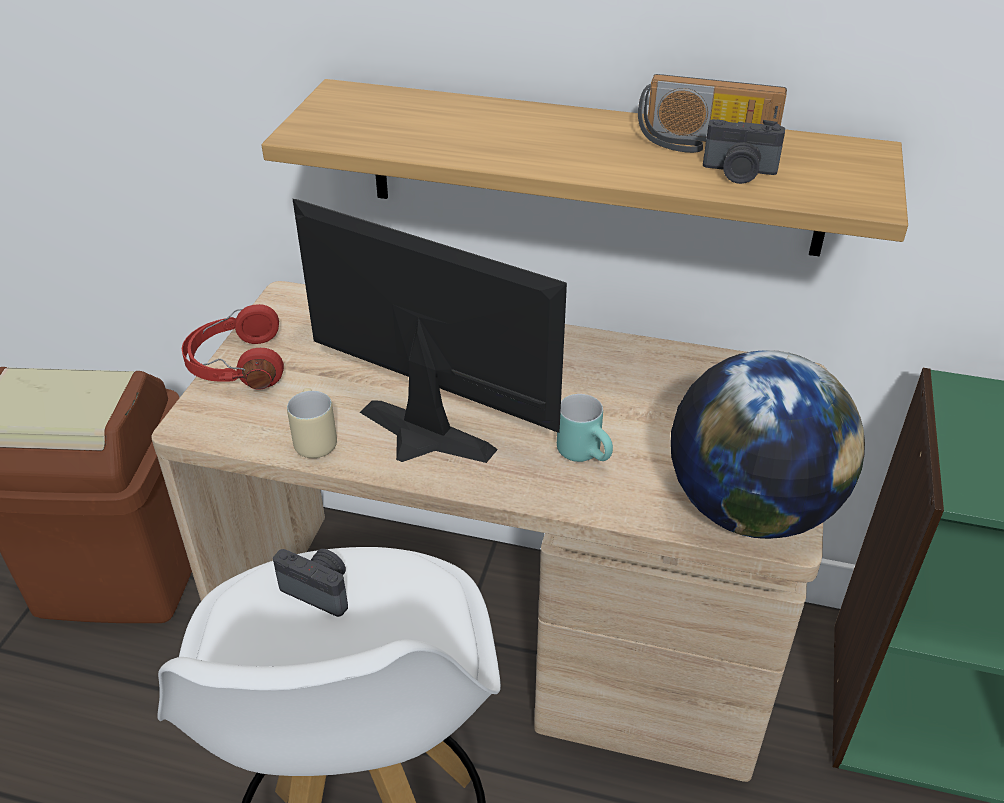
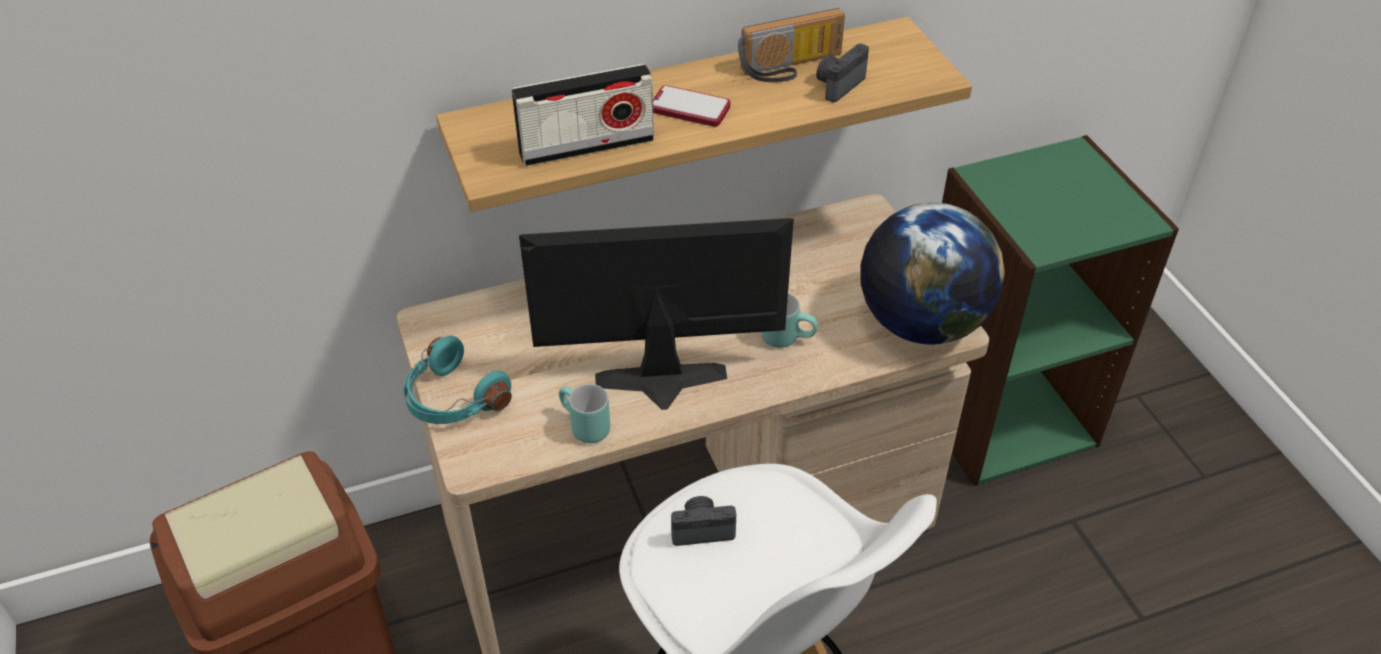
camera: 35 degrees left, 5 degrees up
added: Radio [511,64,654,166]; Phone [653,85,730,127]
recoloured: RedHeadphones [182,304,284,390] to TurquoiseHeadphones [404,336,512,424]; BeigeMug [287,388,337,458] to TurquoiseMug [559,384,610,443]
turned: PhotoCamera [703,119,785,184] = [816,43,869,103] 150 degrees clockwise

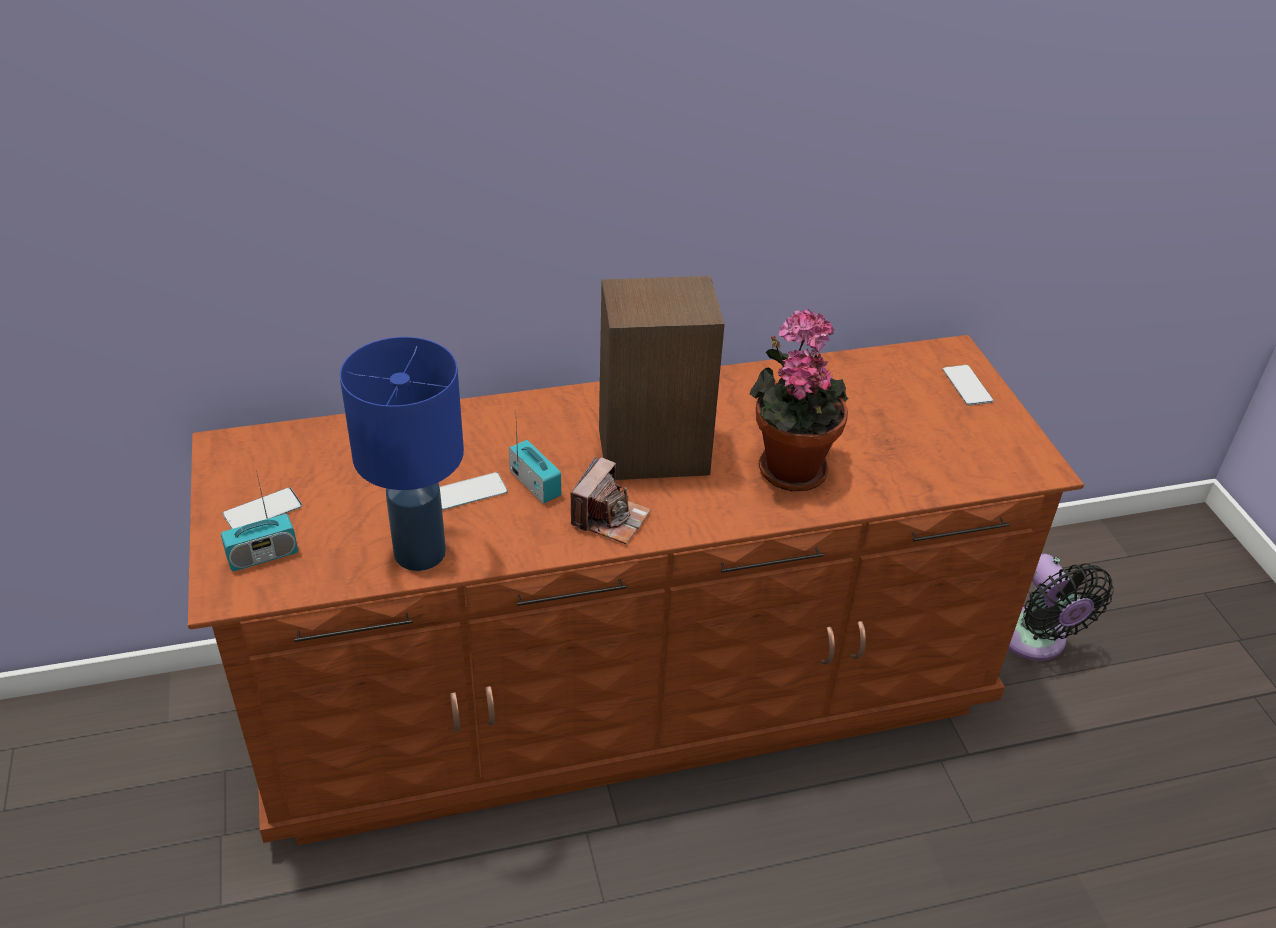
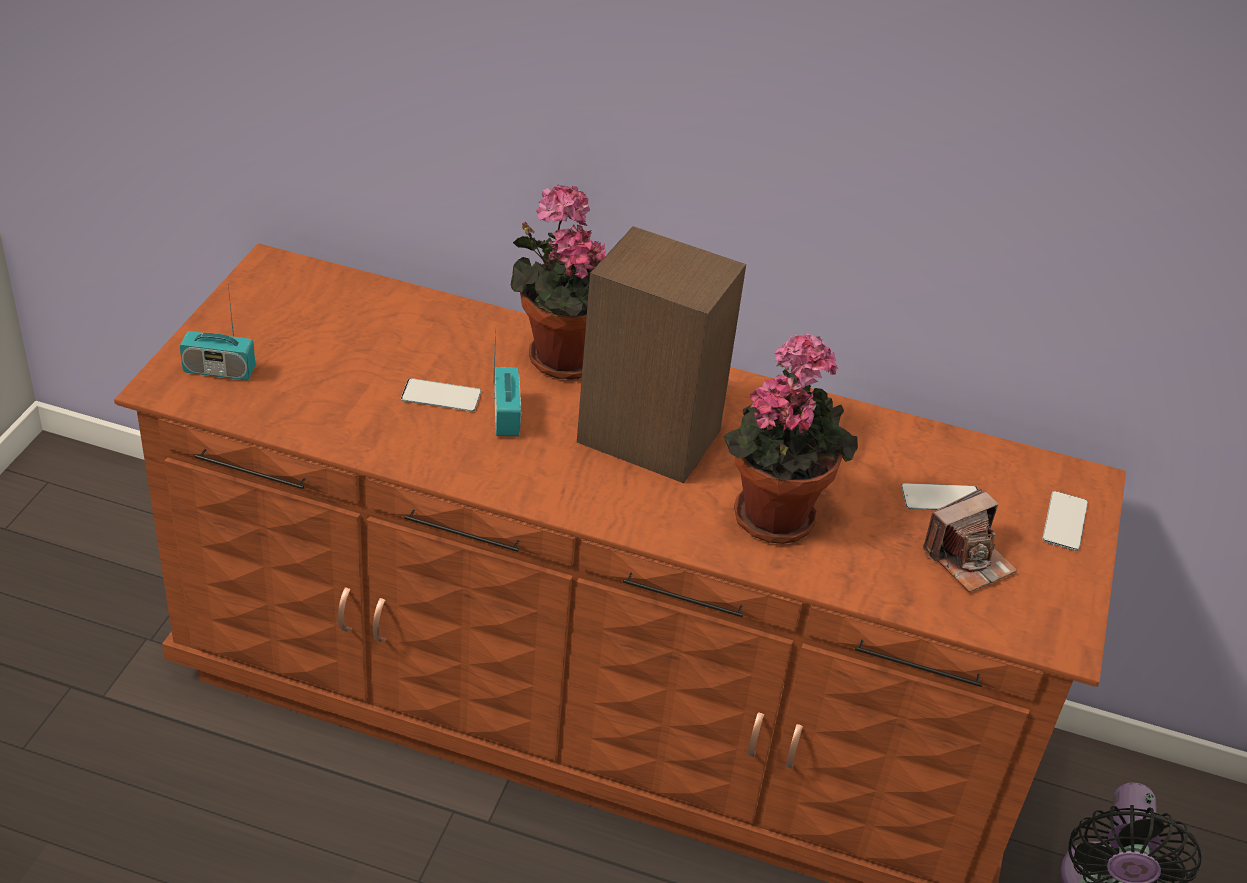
camera: 30 degrees right, 0 degrees up
removed: BlueTableLamp [340,337,464,571]
added: PottedPlant [510,184,606,380]
moved: PhotoCamera [571,456,651,544] to [923,488,1018,592]; Phone [222,488,302,529] to [901,483,978,510]

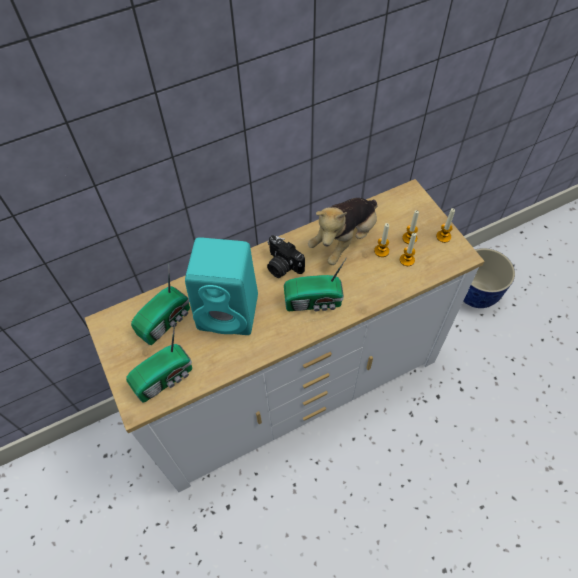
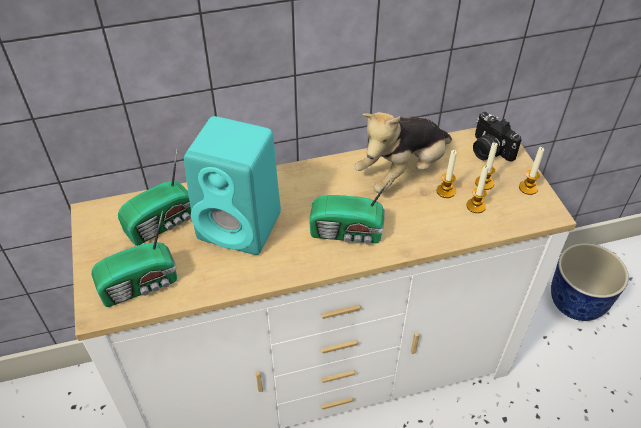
camera: 10 degrees right, 10 degrees down
moved: PhotoCamera [267,235,305,278] to [473,112,522,162]

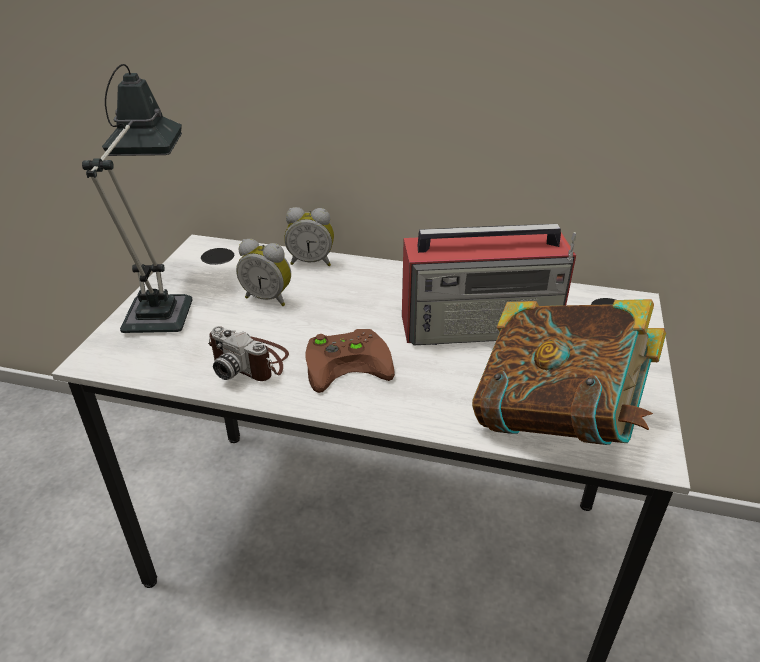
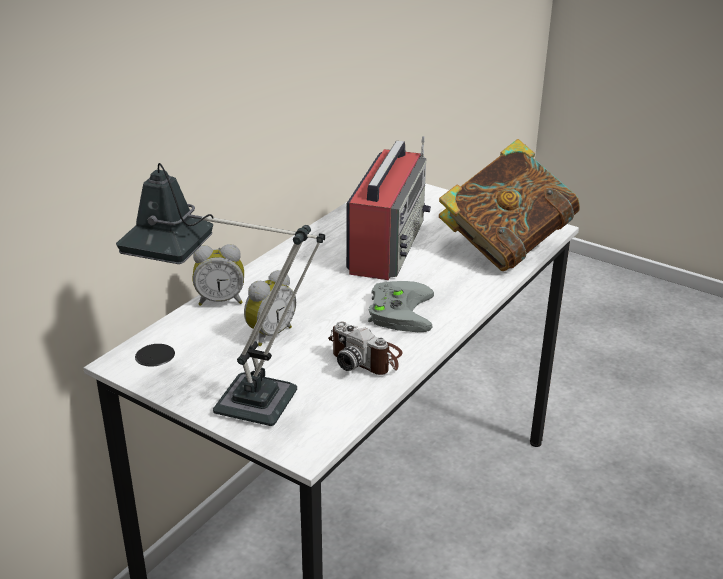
camera: 70 degrees left, 5 degrees down
recoloured: BrownGameController [305,329,395,393] to GreyGameController [368,281,434,332]
turned: AlarmClock [285,207,334,266] = [193,244,244,306] 60 degrees clockwise; PhotoCamera [208,326,289,381] = [328,322,403,375] 75 degrees clockwise

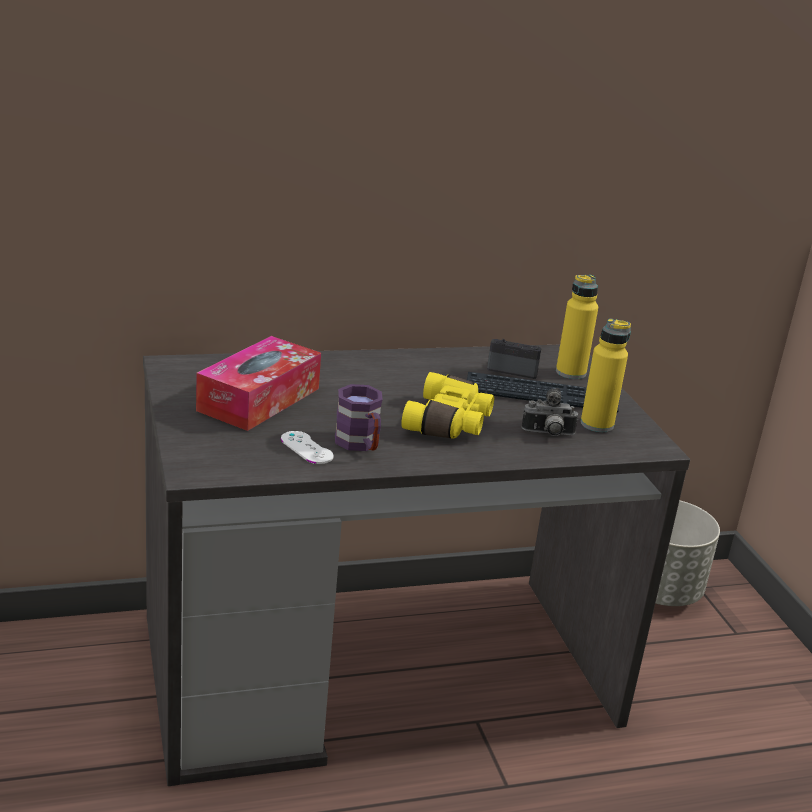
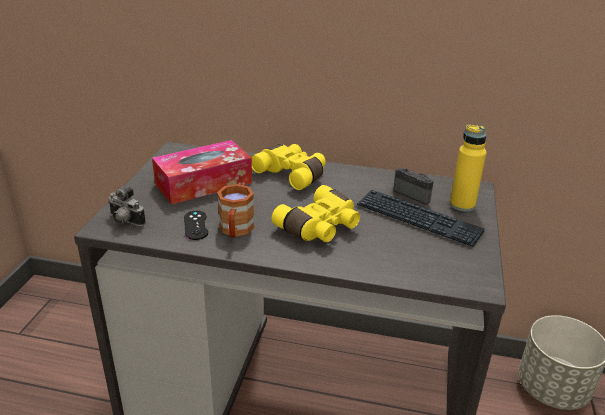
camera: 30 degrees right, 5 degrees up
removed: YellowBottle [581,319,631,432]
added: YellowBinoculars [252,144,326,190]
moved: PhotoCamera [521,388,579,436] to [108,186,146,226]
recoloured: PurpleMug [335,384,383,451] to BrownMug [217,184,254,238]; WhiteGameController [281,431,334,464] to BlackGameController [184,211,208,240]

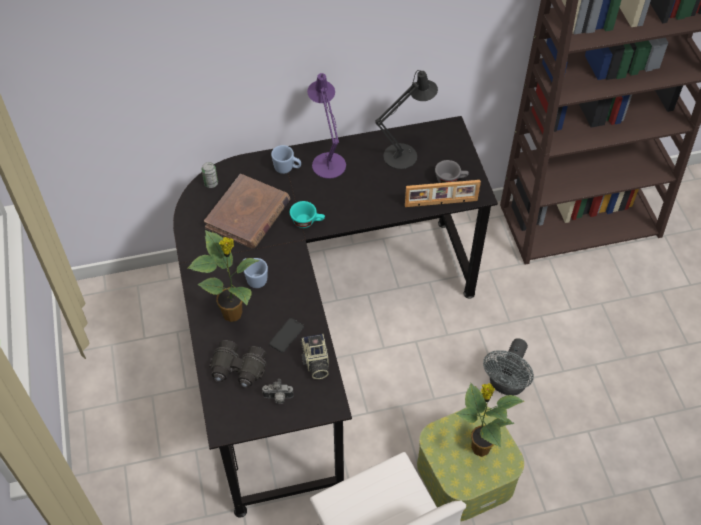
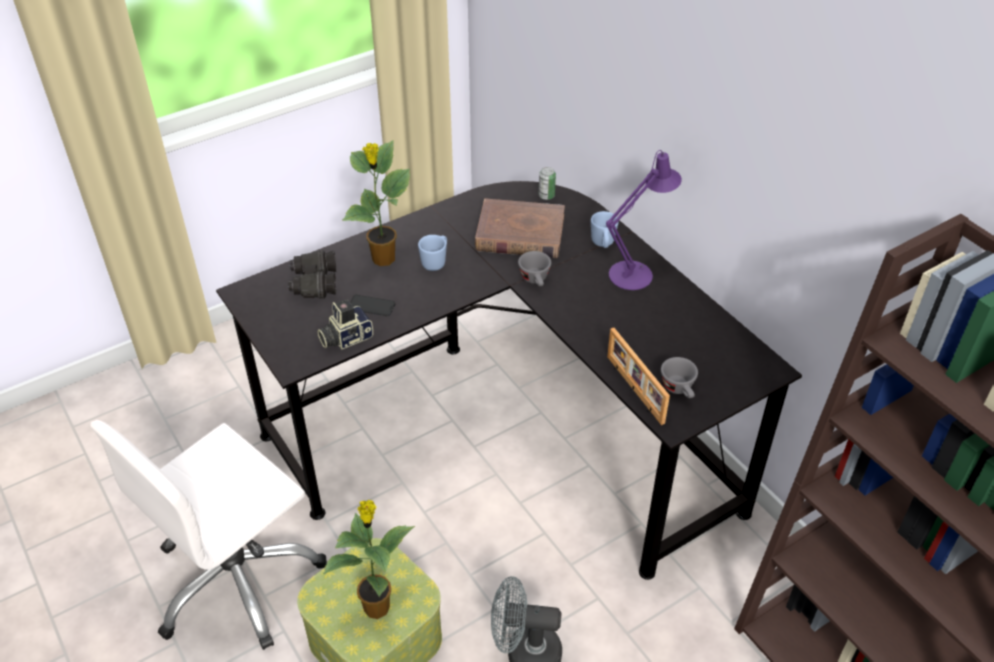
camera: 70 degrees right, 10 degrees down
removed: BlackTableLamp [375,70,438,169]; PhotoCamera [262,379,294,404]
recoloured: TurquoiseCup [290,201,325,228] to GreyCup [518,251,551,286]

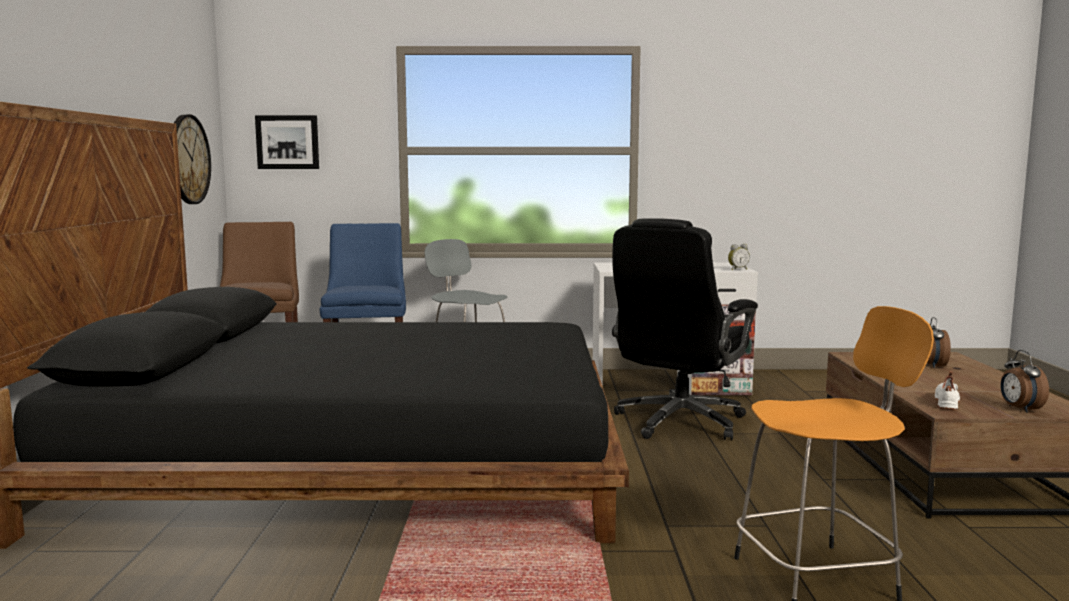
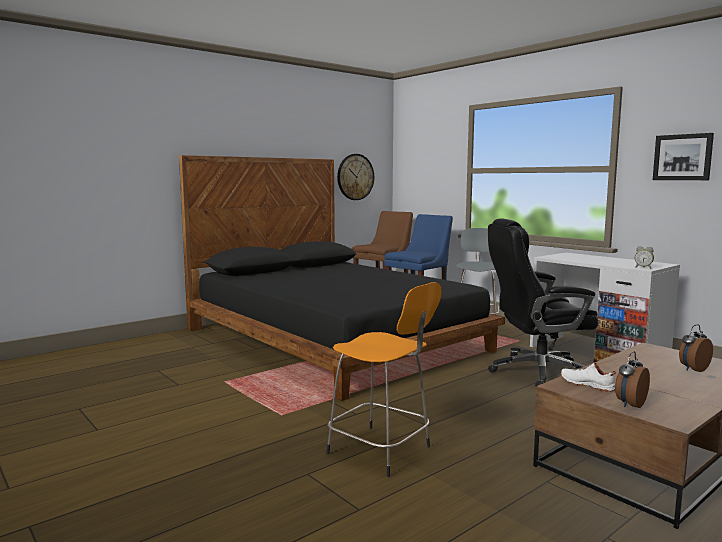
camera: 50 degrees right, 0 degrees up
moved: Picture [255,115,319,169] to [653,133,714,180]
turned: WhiteShoe [935,371,960,410] = [561,358,616,392] 120 degrees counterclockwise

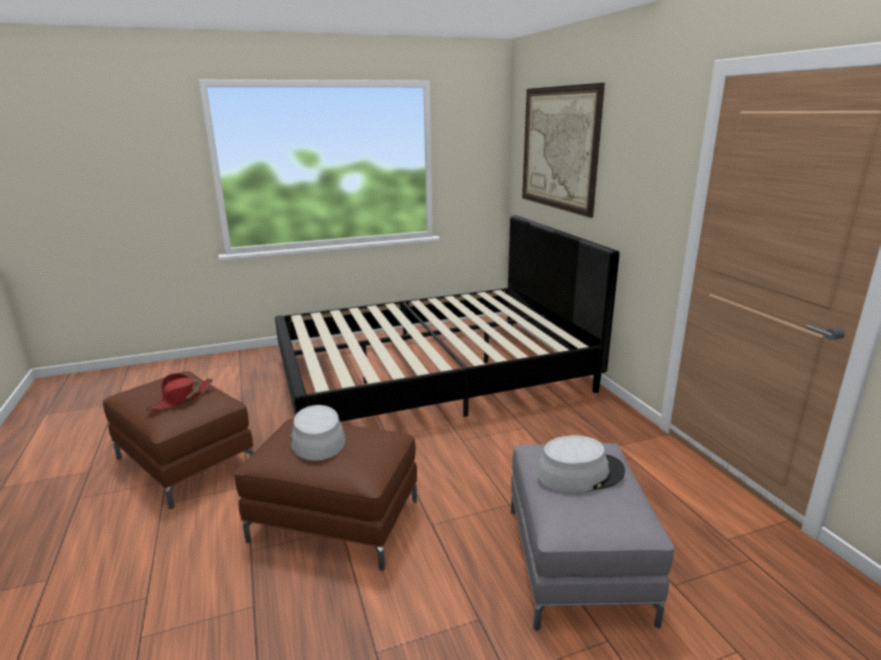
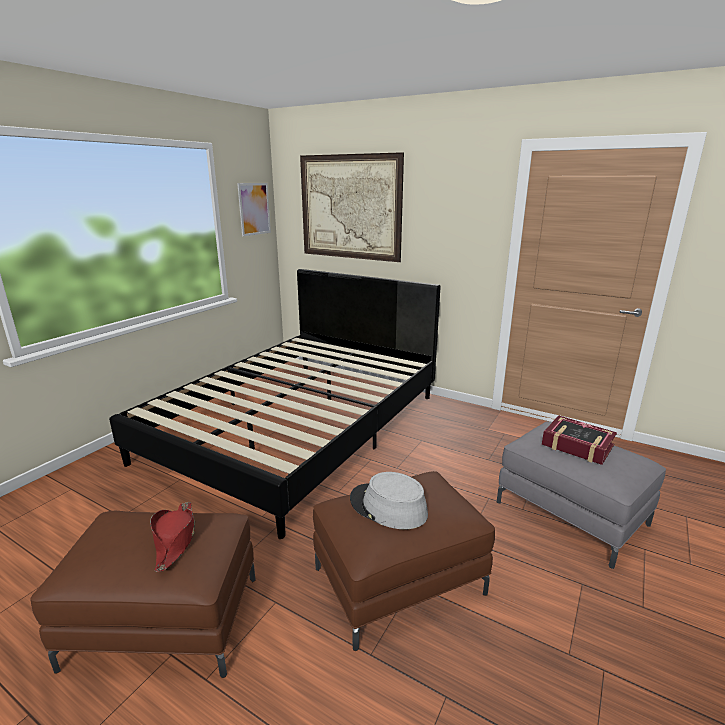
camera: 40 degrees left, 0 degrees up
added: Picture [237,183,271,236]
replaced: GreyHat [537,435,625,492] to Book [542,415,617,465]

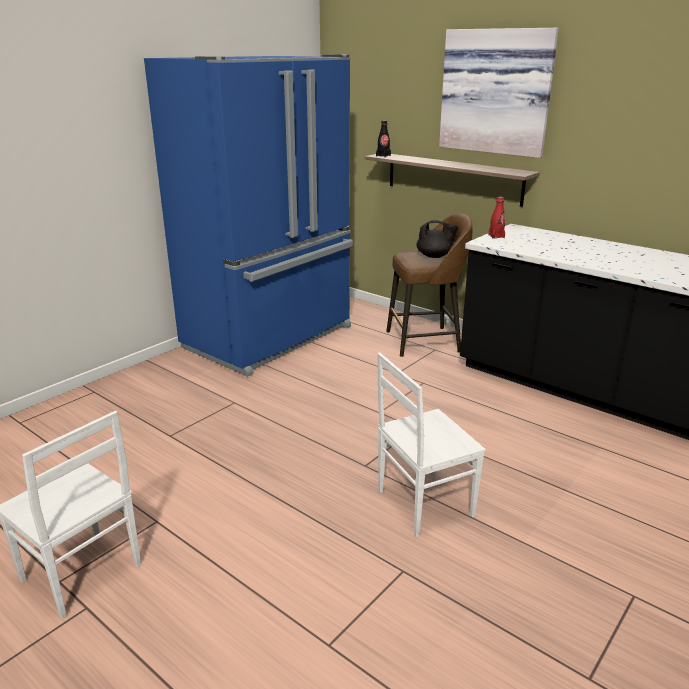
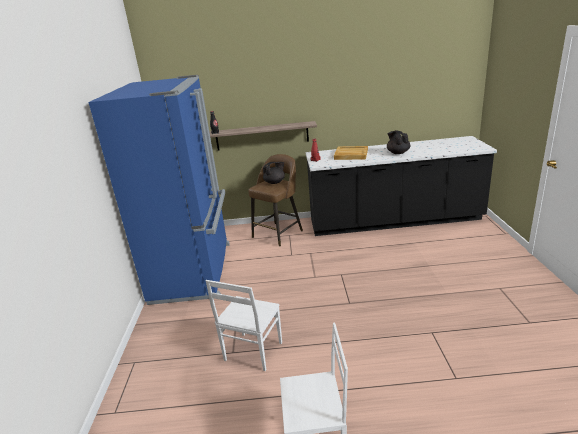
camera: 40 degrees left, 0 degrees up
removed: Picture [439,28,559,158]
added: BlackTeapot [387,130,410,154]; BeigeTray [334,146,368,160]
moved: WhiteChair [377,352,486,537] to [206,280,282,371]

